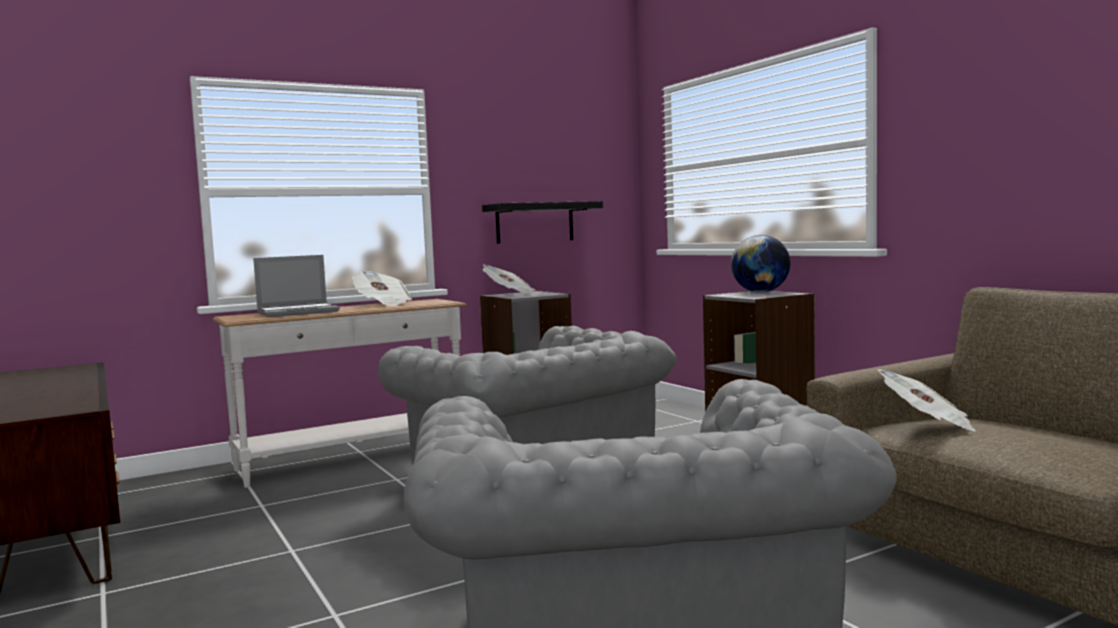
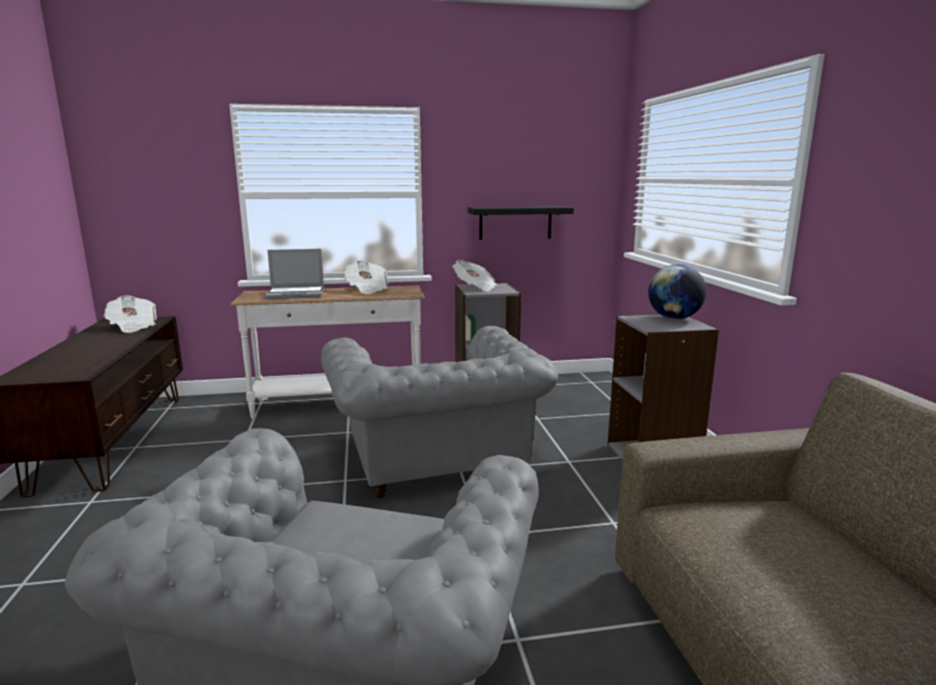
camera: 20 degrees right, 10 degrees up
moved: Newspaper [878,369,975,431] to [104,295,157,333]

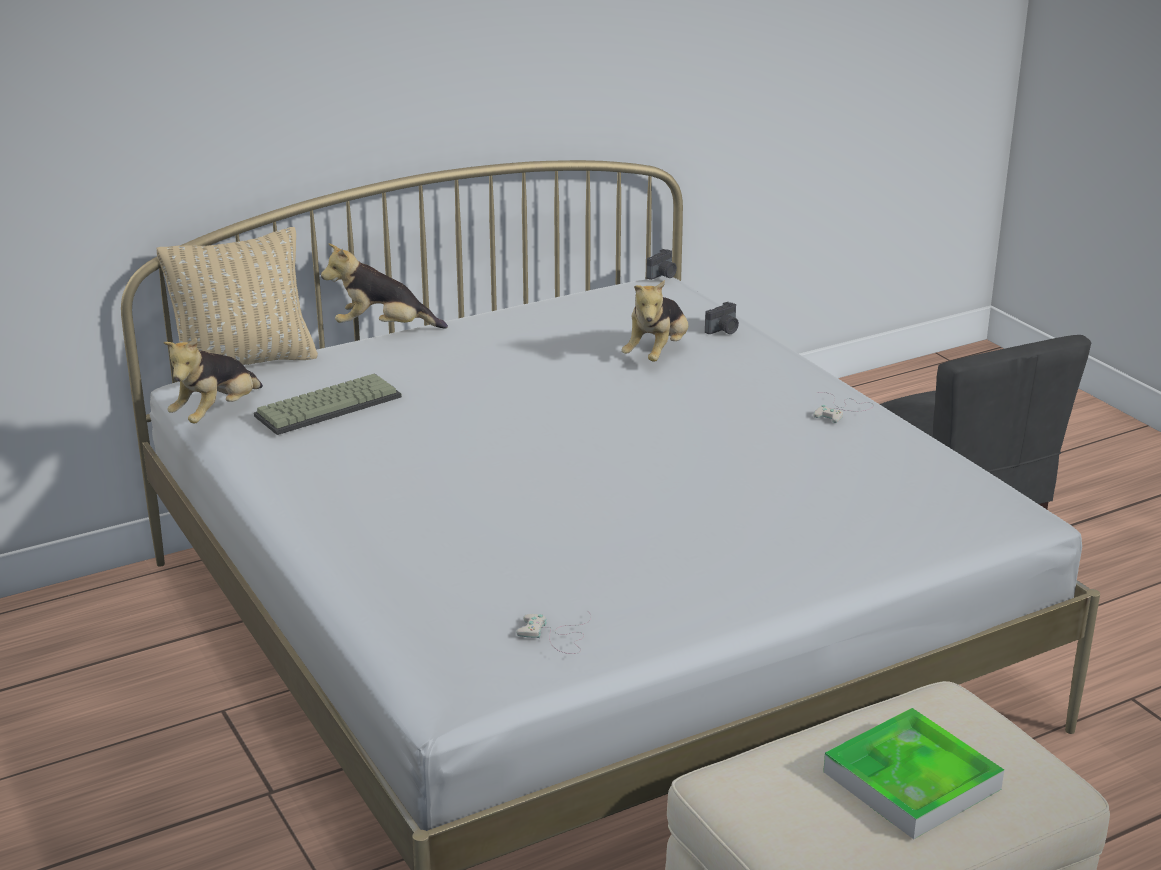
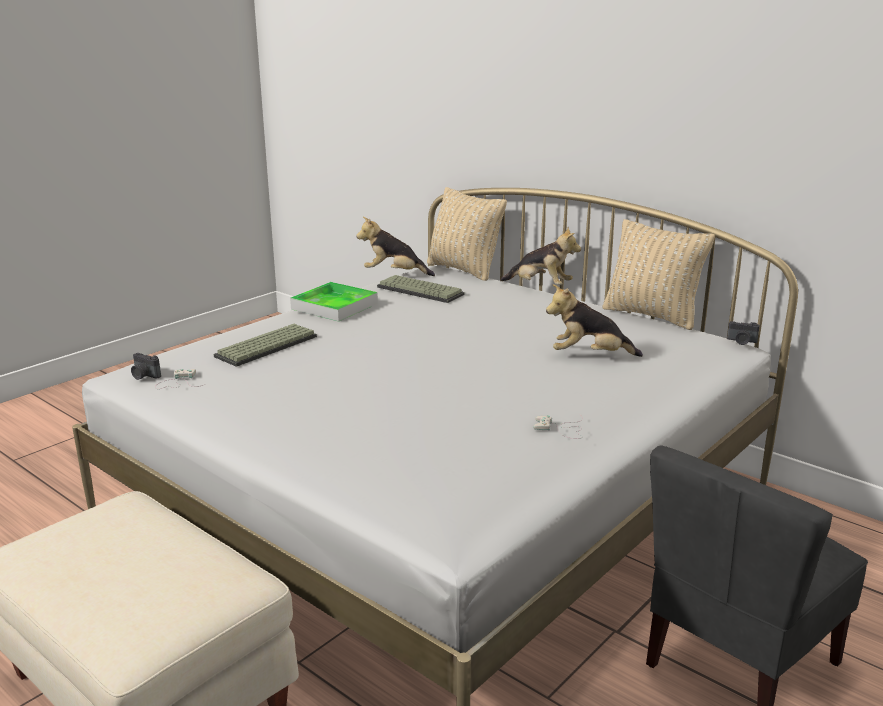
camera: 70 degrees right, 5 degrees down
added: BeigePillow [602,219,715,330]; Keyboard [214,324,317,367]
moved: PhotoCamera [705,302,739,334] to [131,353,161,380]; Tray [823,708,1004,839] to [290,282,378,322]
turned: PlushToy [321,243,448,329] = [500,227,581,285] 135 degrees clockwise

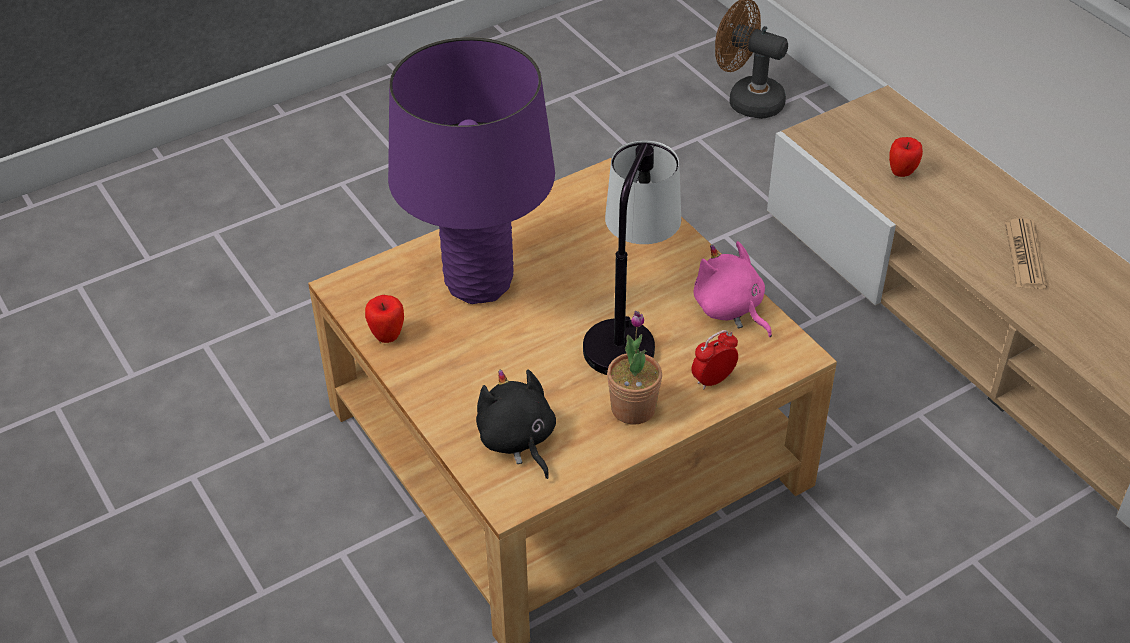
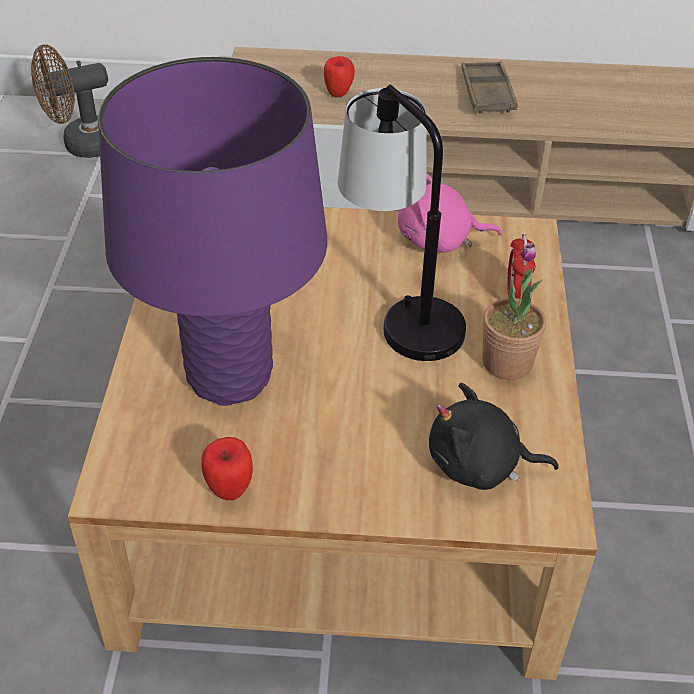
camera: 55 degrees left, 0 degrees up
replaced: Newspaper [1005,218,1047,289] to BrownTray [461,61,518,113]

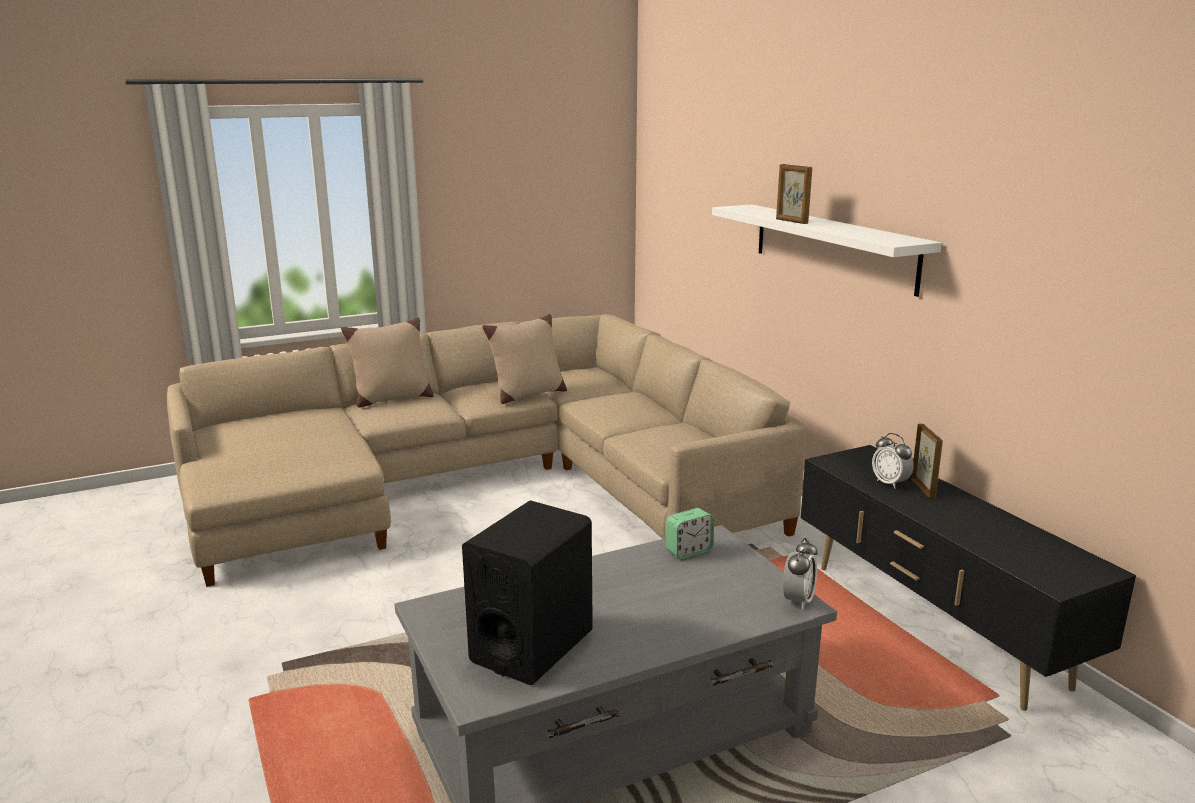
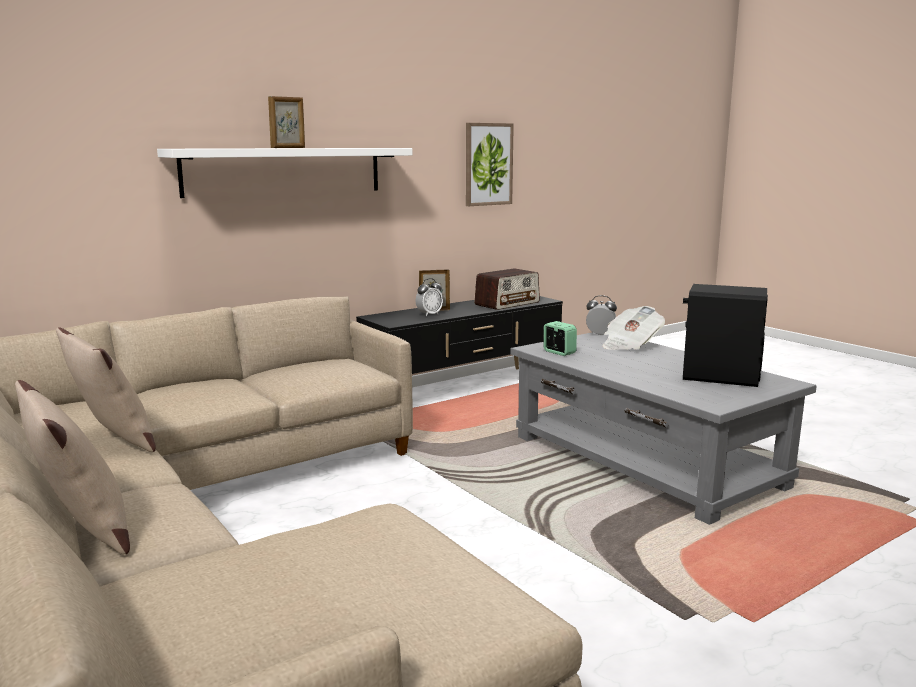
camera: 100 degrees left, 5 degrees down
added: Picture [466,123,514,206]; Radio [474,268,540,310]; Newspaper [603,306,665,350]

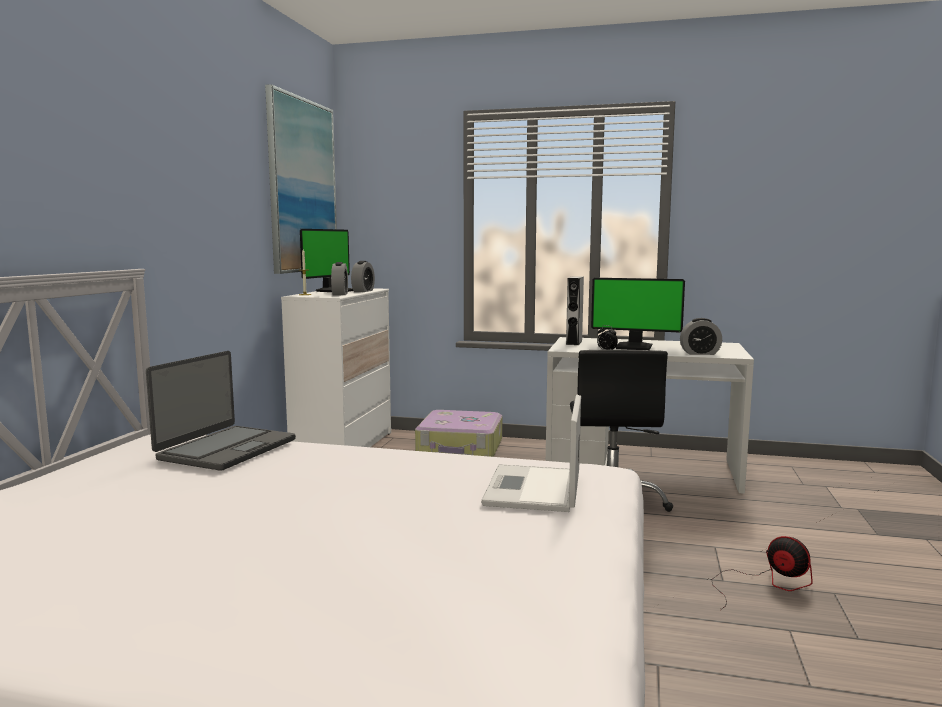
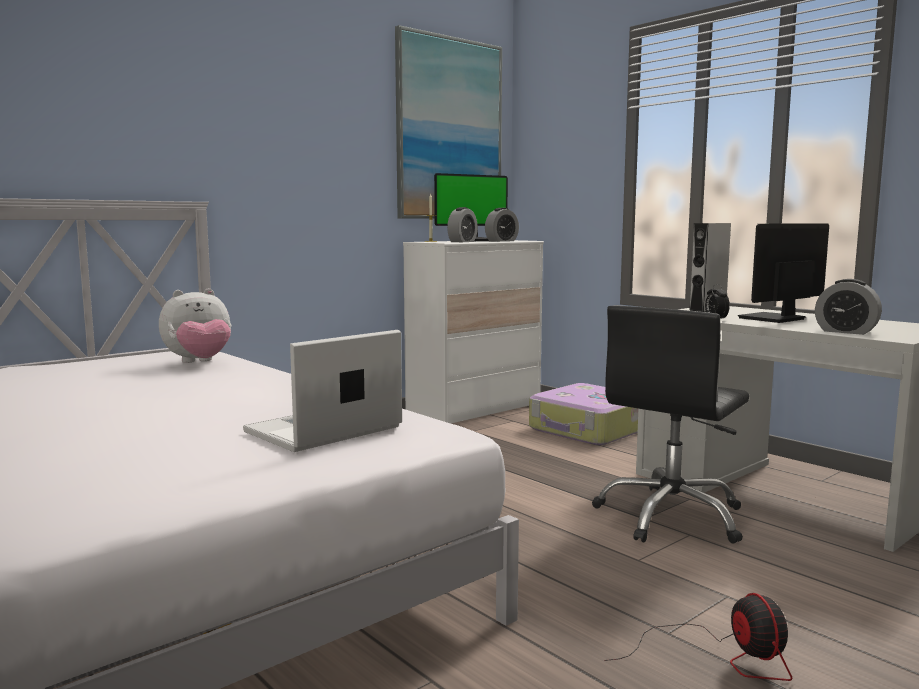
camera: 35 degrees right, 0 degrees up
replaced: Laptop [146,351,296,471] to PlushToy [159,288,231,363]
turned: Monitor [591,278,685,350] = [738,223,829,323] 90 degrees clockwise

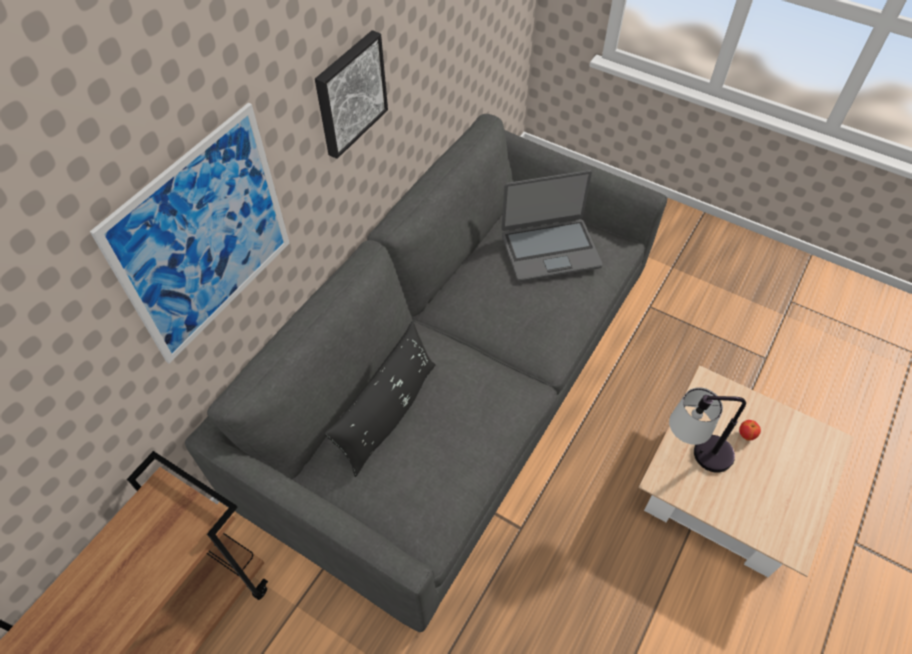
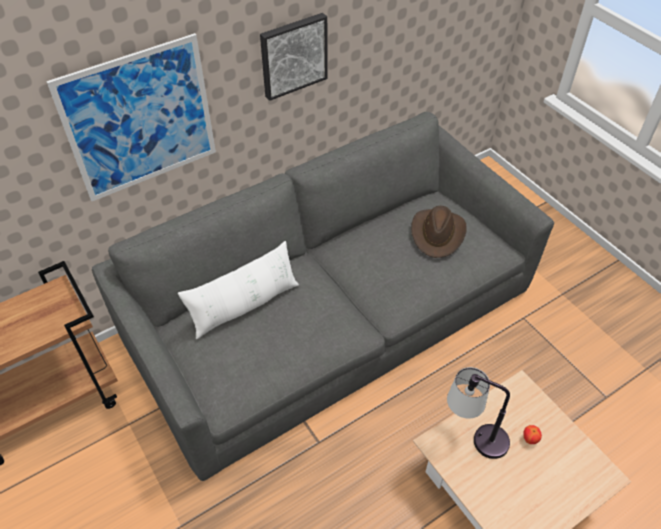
camera: 25 degrees right, 5 degrees down
replaced: Laptop [501,170,602,282] to BrownHat [411,206,467,258]
recoloured: BlackPillow [324,321,436,477] to WhitePillow [178,241,299,339]

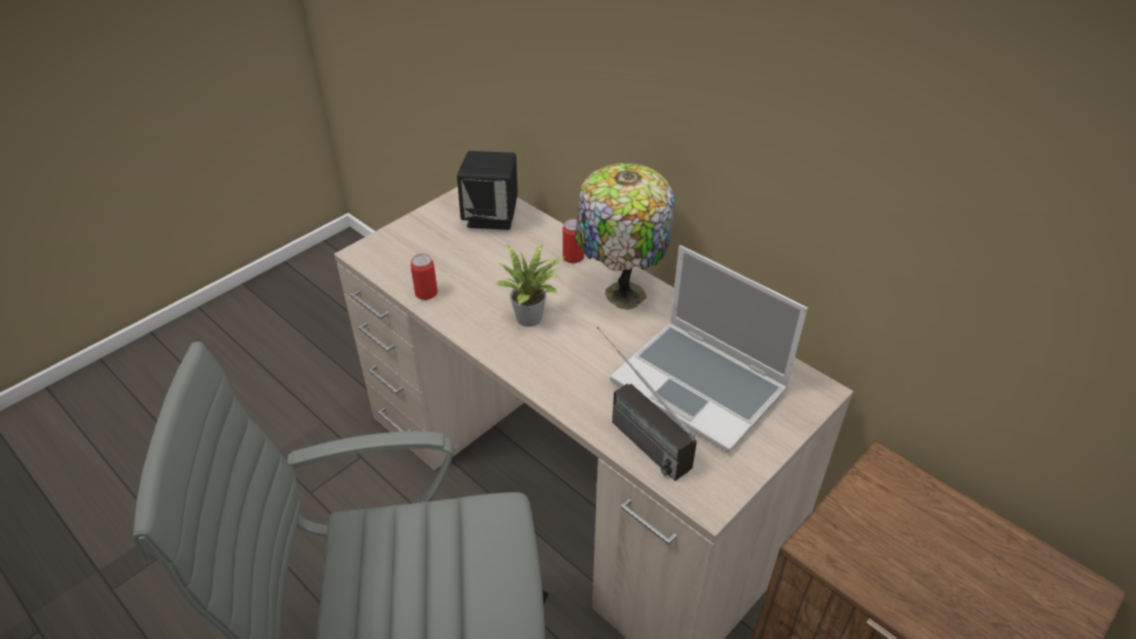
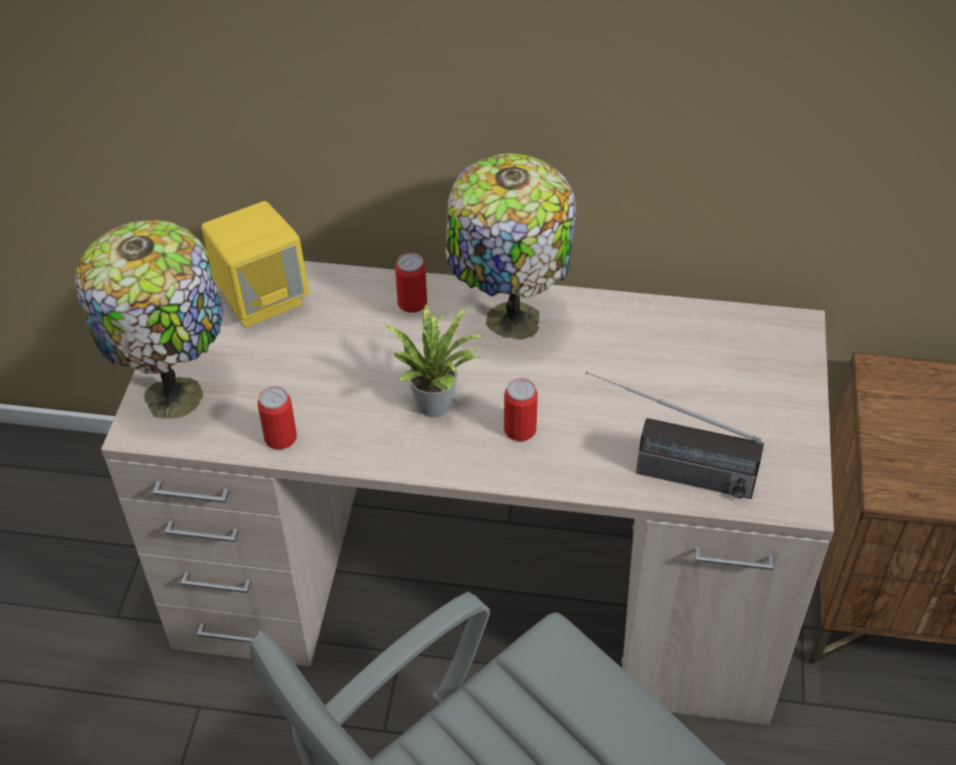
camera: 35 degrees left, 5 degrees up
removed: Laptop [610,245,808,453]
added: TableLamp [75,220,223,419]; Can [504,378,538,441]
recoloured: BlackSpeaker [457,151,518,230] to YellowSpeaker [201,201,309,327]

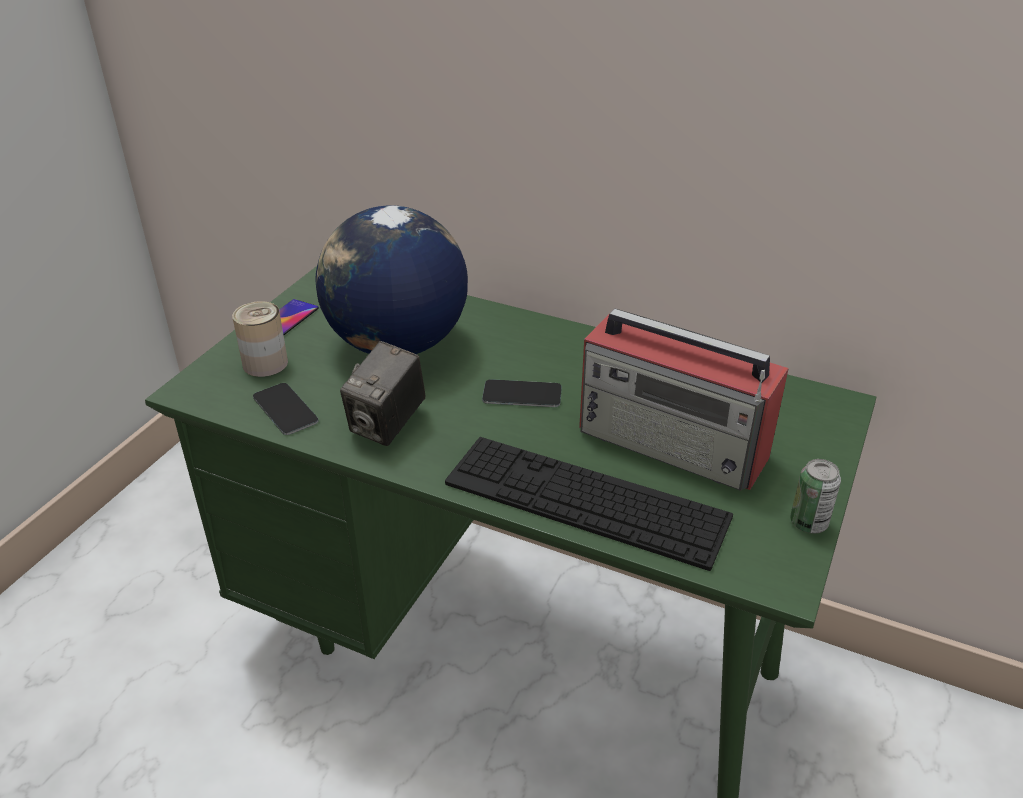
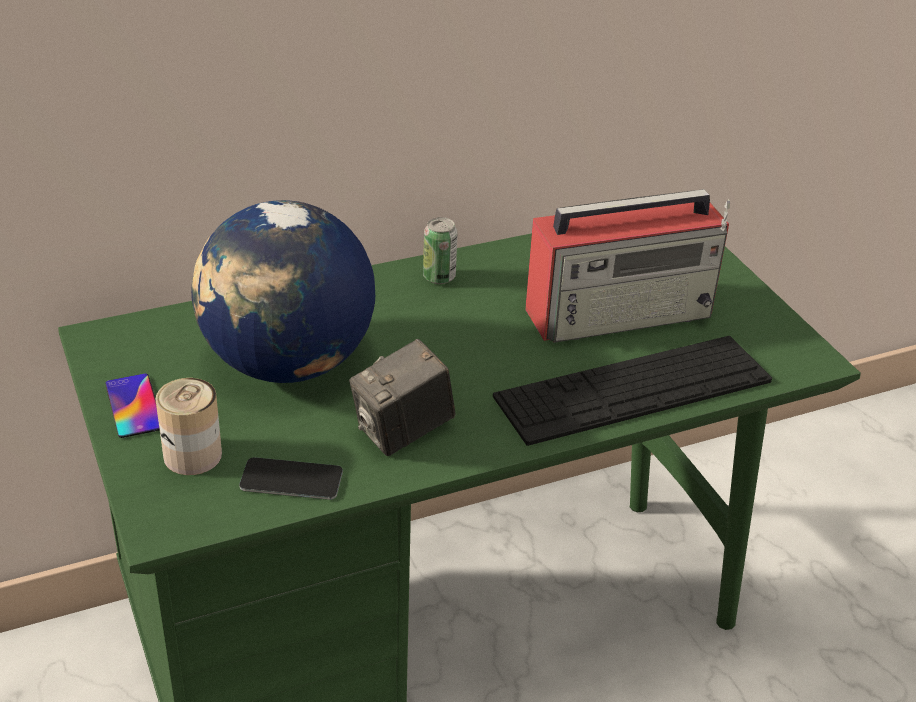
camera: 50 degrees left, 0 degrees up
removed: Phone [482,379,562,407]
moved: Can [790,459,841,534] to [423,217,458,284]
turned: PhotoCamera [340,341,425,446] = [349,339,456,456] 75 degrees clockwise

